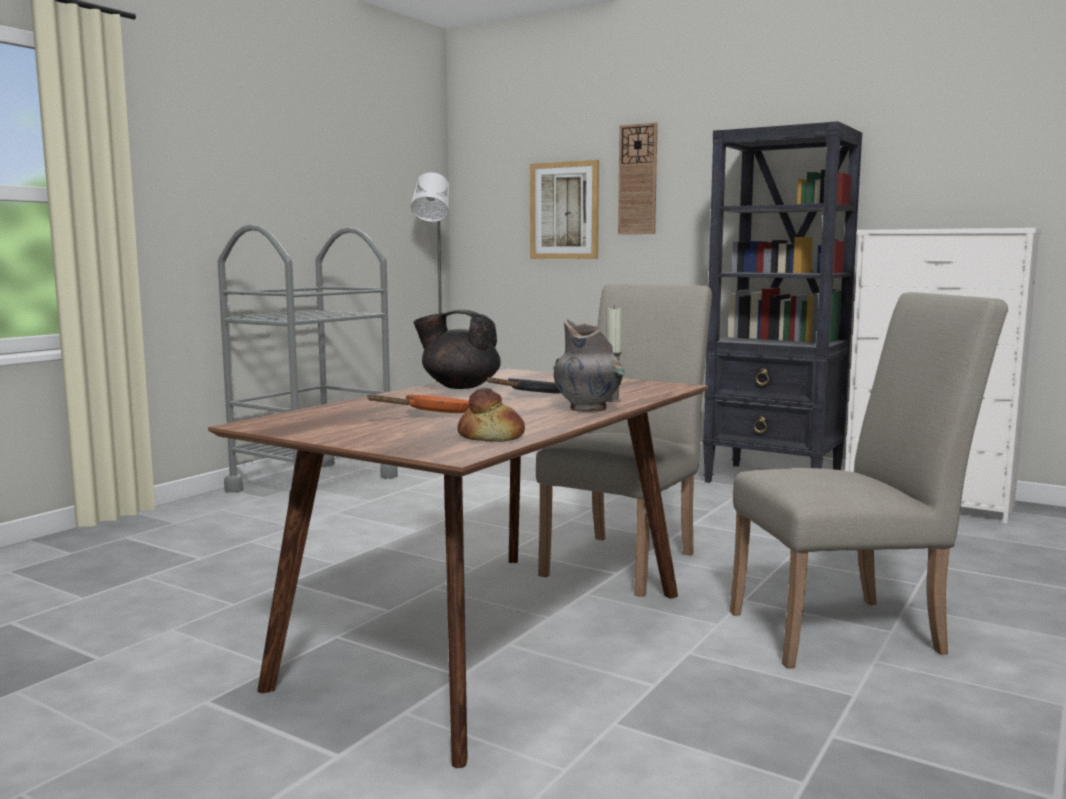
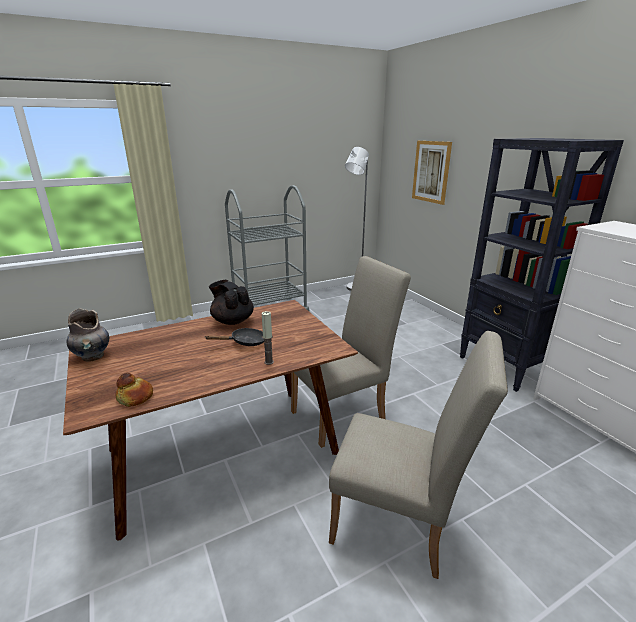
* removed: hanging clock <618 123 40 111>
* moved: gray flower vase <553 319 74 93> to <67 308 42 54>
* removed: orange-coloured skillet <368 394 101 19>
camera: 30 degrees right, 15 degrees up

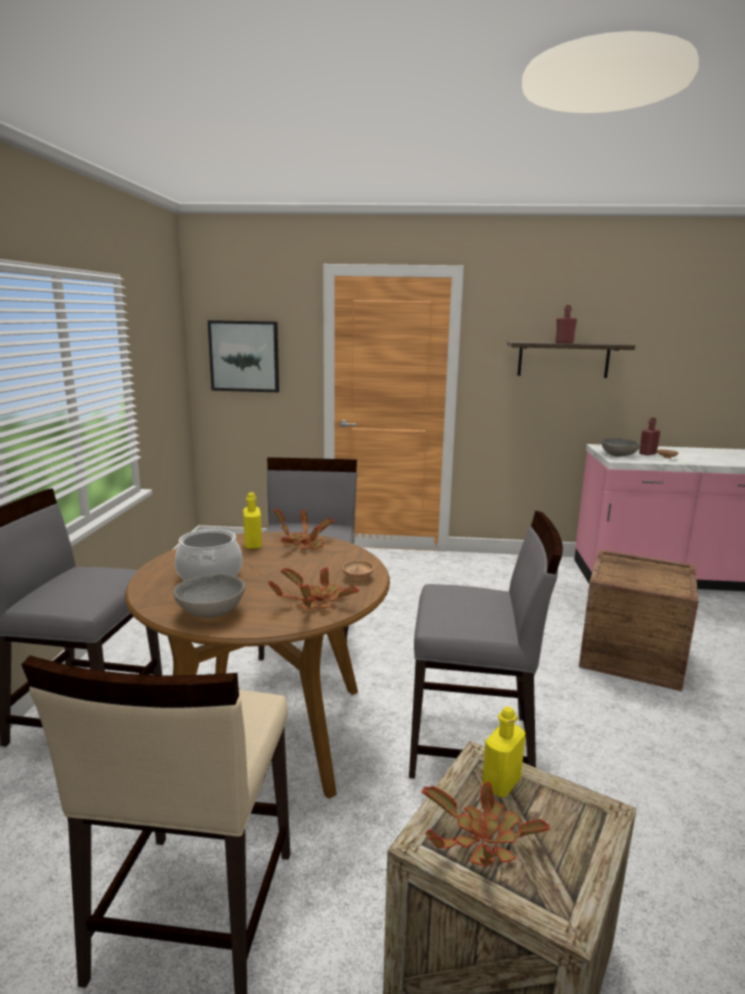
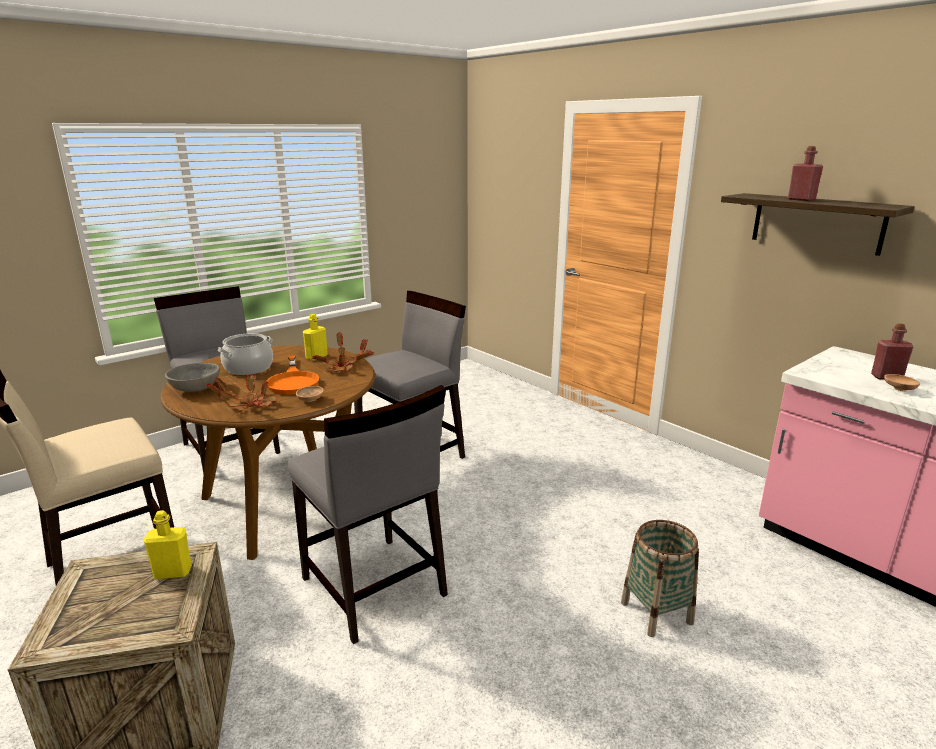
* removed: wall picture <208 320 71 72>
* removed: gray serving bowl <601 438 40 19>
* replaced: shipping crate <579 550 120 141> to basket <621 520 78 117>
* removed: plant in a pot <422 782 128 85>
* added: orange-coloured skillet <266 355 53 40>
camera: 45 degrees right, 5 degrees up

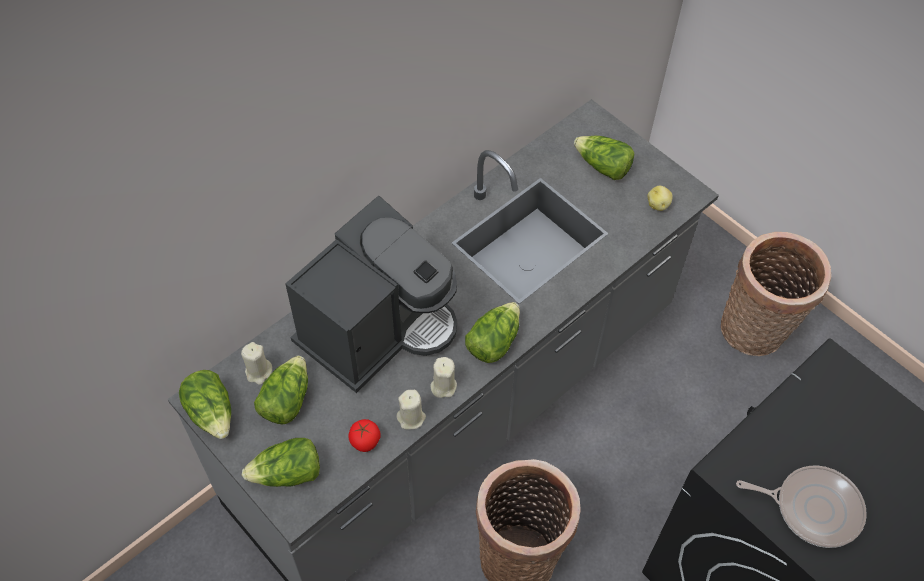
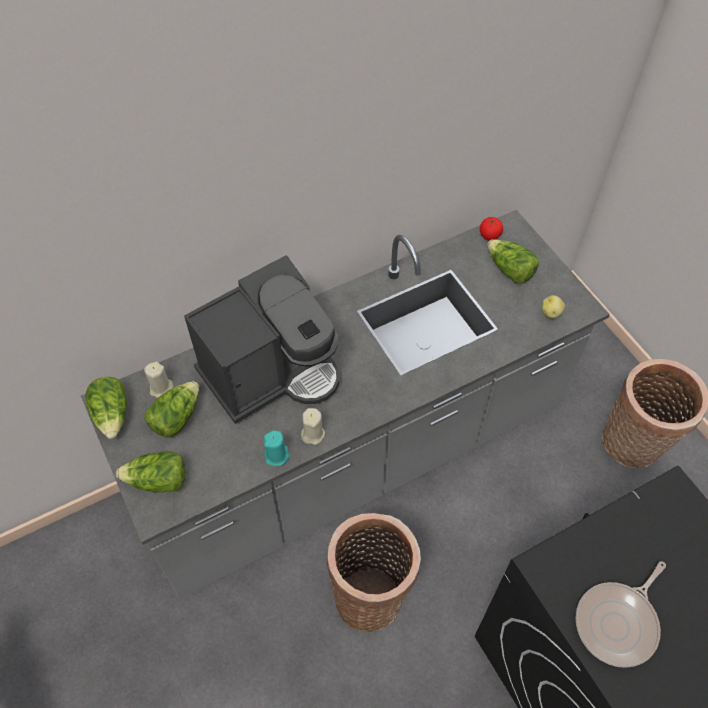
* removed: head of lettuce <465 302 55 61>
* recoloured: beige-coloured wax light <397 389 29 41> to turquoise-coloured wax light <264 430 26 36>
* moved: tomato <348 419 33 33> to <480 217 23 23>
* turned: skillet <736 466 131 82> = <575 561 91 107> 105 degrees clockwise
camera: 15 degrees right, 0 degrees up

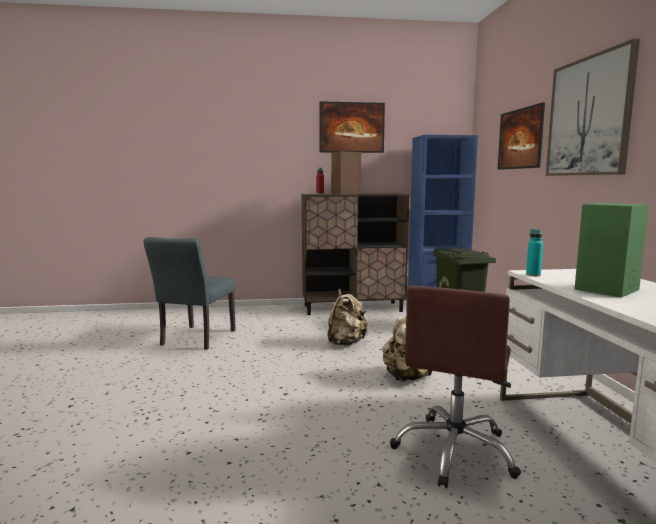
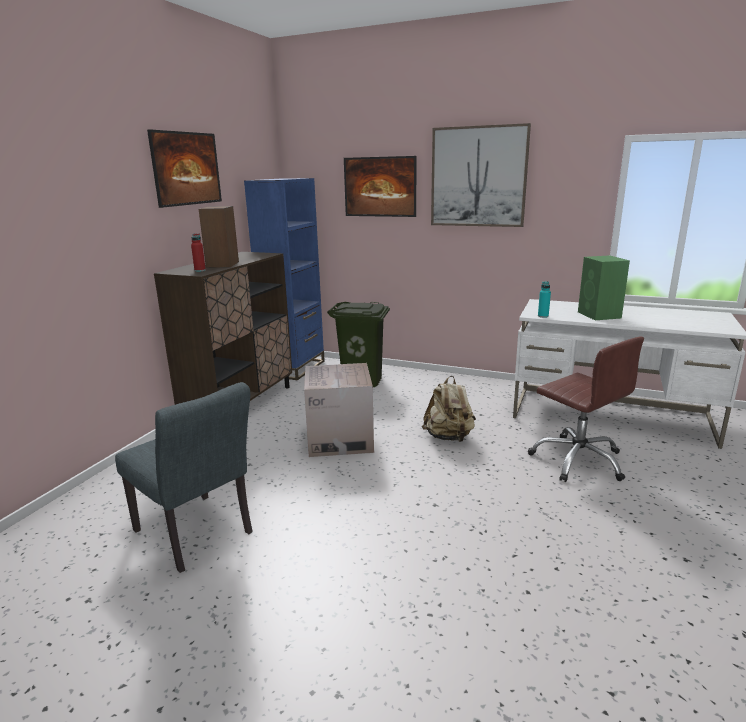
* replaced: beige-coloured knapsack <327 289 41 57> to packing box <304 363 70 94>
camera: 60 degrees left, 10 degrees up

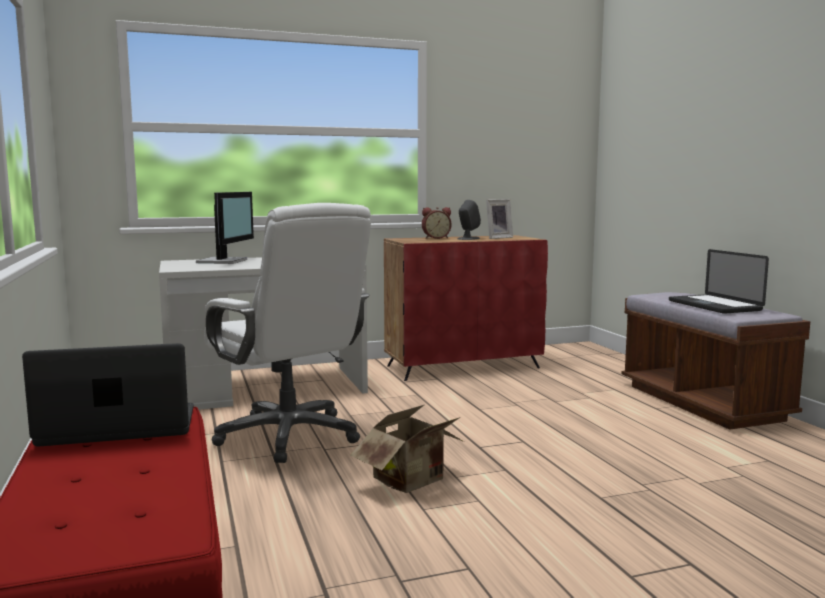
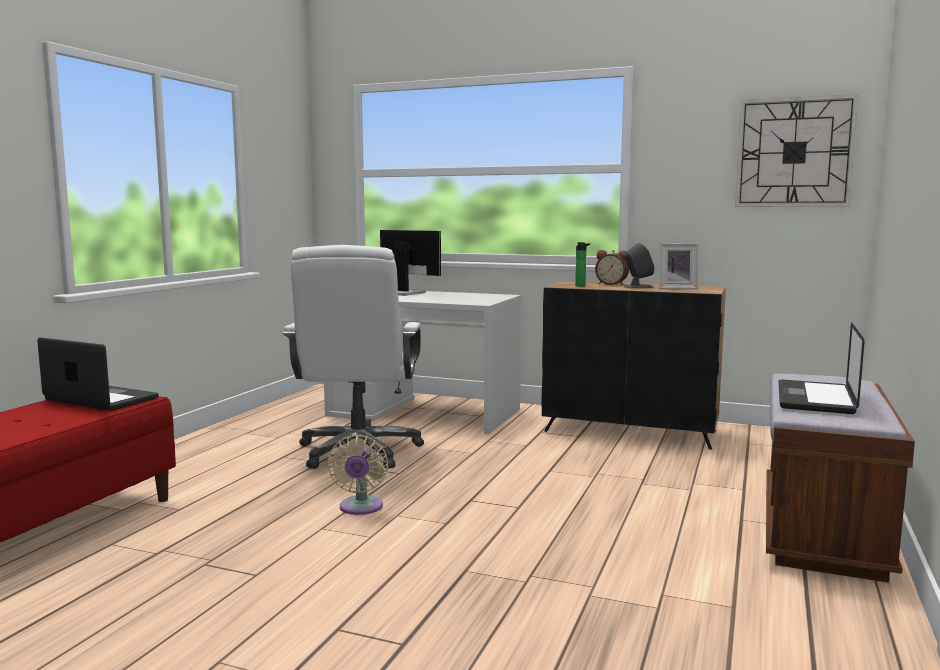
* turned: computer screen <196 192 58 72> = <380 230 61 66> 105 degrees counterclockwise
* recoloured: reddish cupboard <384 235 164 146> to black cupboard <542 281 184 168>
* replaced: packing box <350 405 114 88> to beige-coloured fan <327 435 61 80>
* added: hanging clock <735 94 124 113>
* added: beverage bottle <575 242 15 45>
camera: 40 degrees right, 0 degrees up

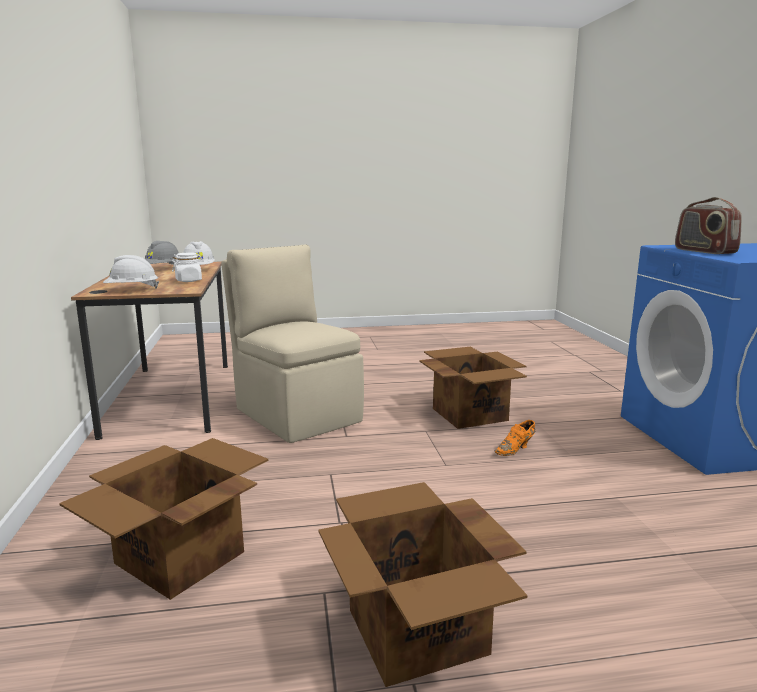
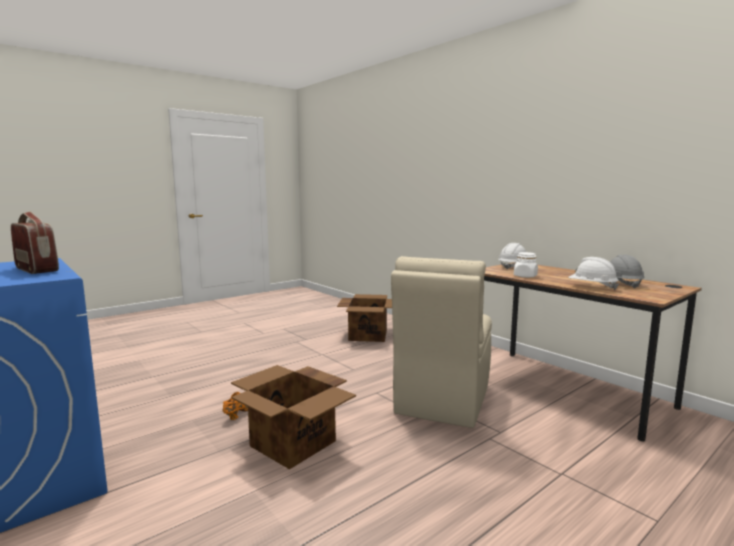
* turned: beige-coloured plain chair <221 245 143 198> = <391 256 101 172> 90 degrees clockwise
* removed: packing box <318 482 209 205>
camera: 150 degrees right, 5 degrees down

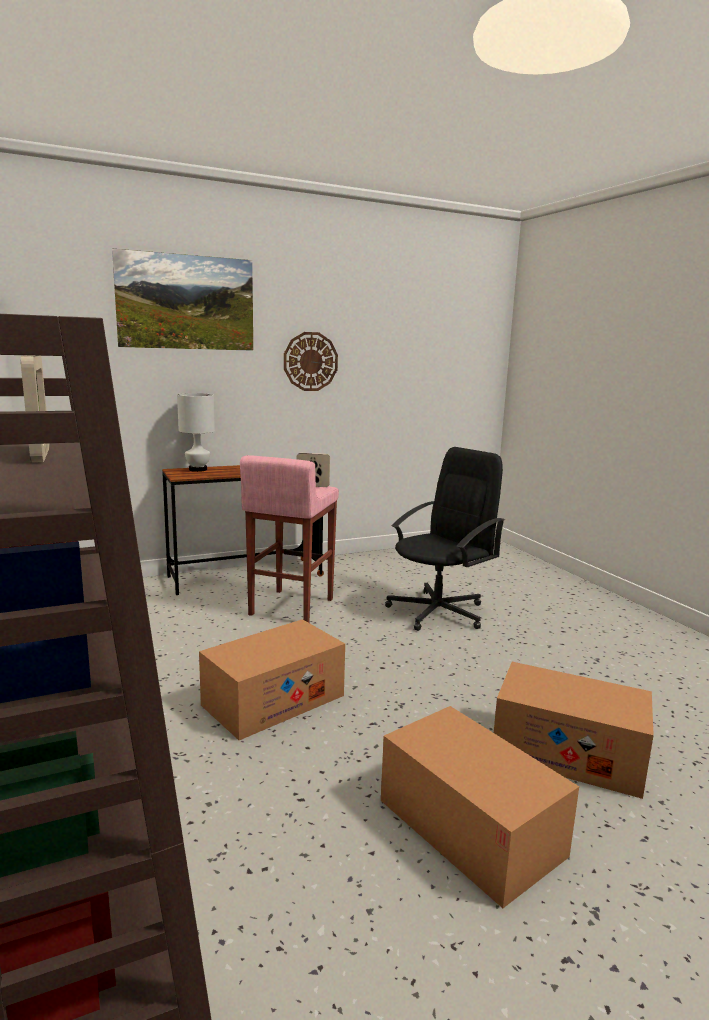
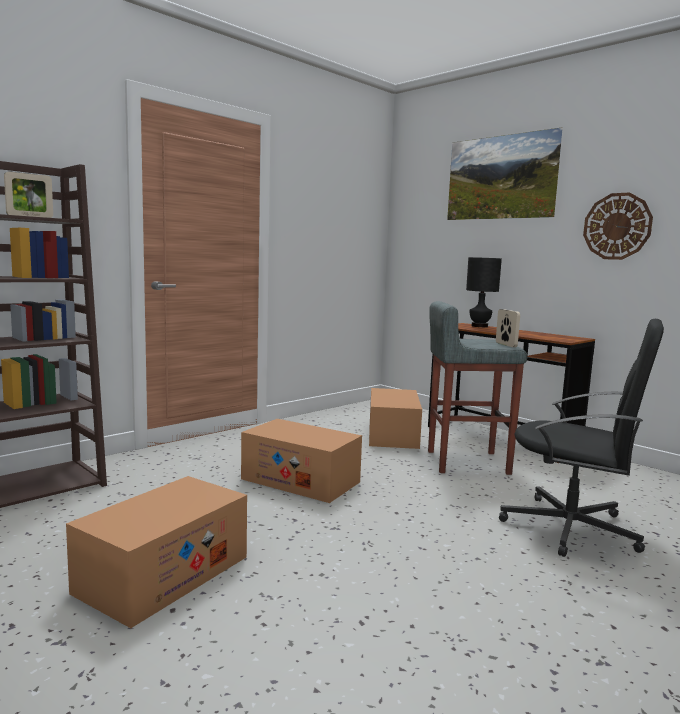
* recoloured: white-coloured lamp for a table <177 393 38 79> to black lamp for a table <466 257 36 70>
* recoloured: pink sitting stool <240 455 99 168> to gray sitting stool <428 301 99 174>
* moved: packing box <494 662 160 137> to <369 388 53 61>
camera: 70 degrees right, 5 degrees down

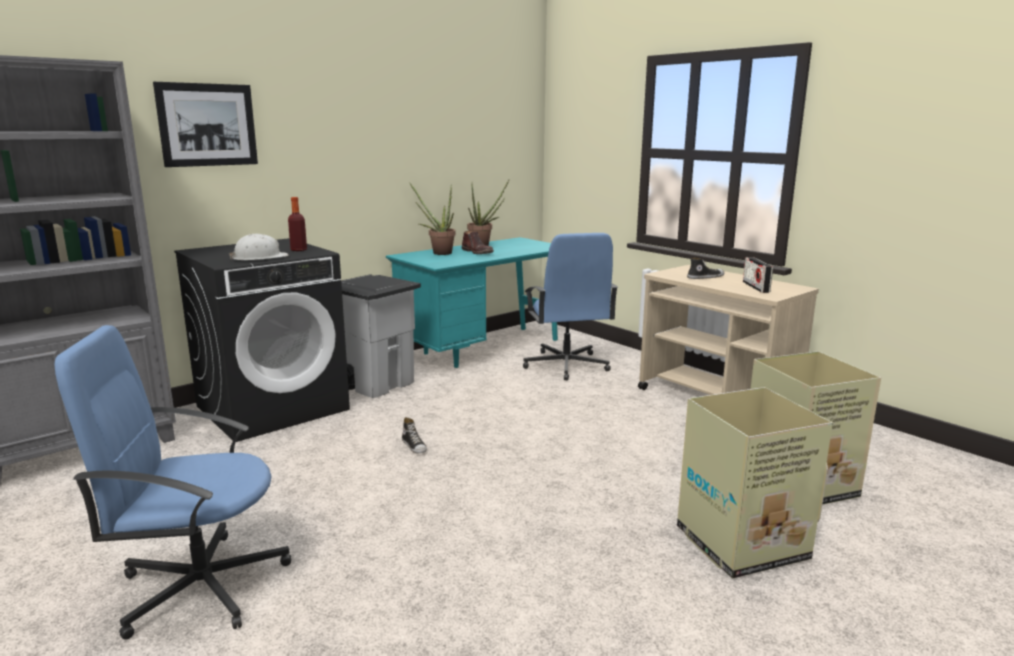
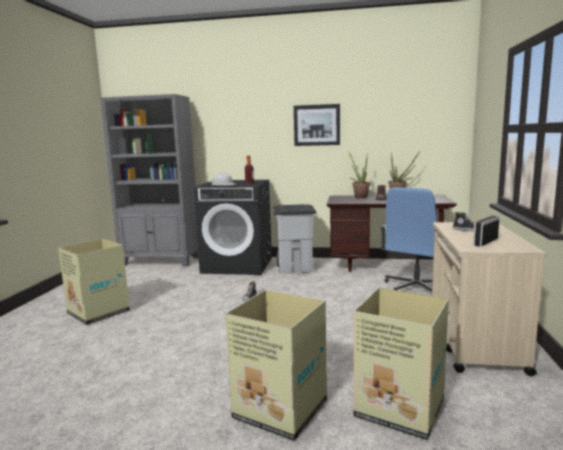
* moved: wall picture <153 82 105 85> to <294 104 46 42>
* recoloured: turquoise-coloured desk table <386 237 172 131> to brownish desk table <327 195 130 77>
* replaced: blue desk chair <54 325 237 315> to packing box <58 239 72 86>
camera: 50 degrees right, 5 degrees down

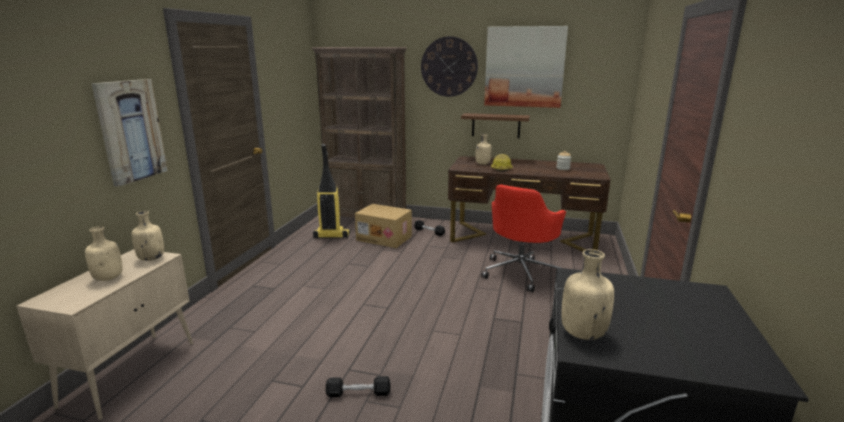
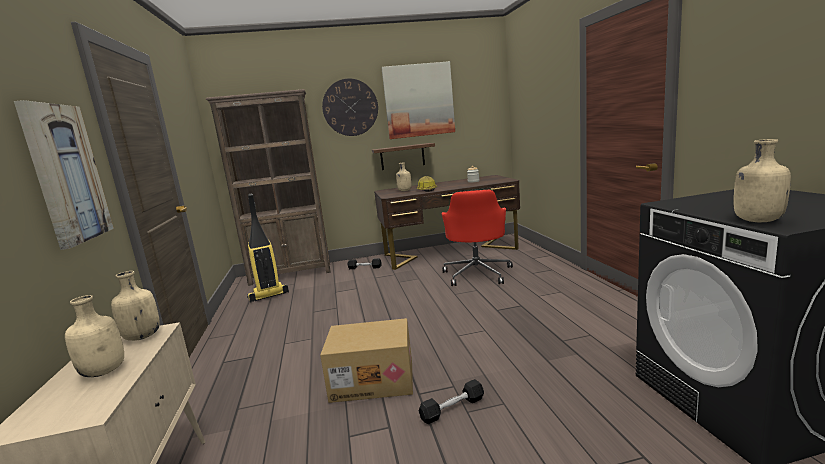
* moved: packing box <355 204 57 44> to <320 318 93 85>
camera: 25 degrees left, 5 degrees down

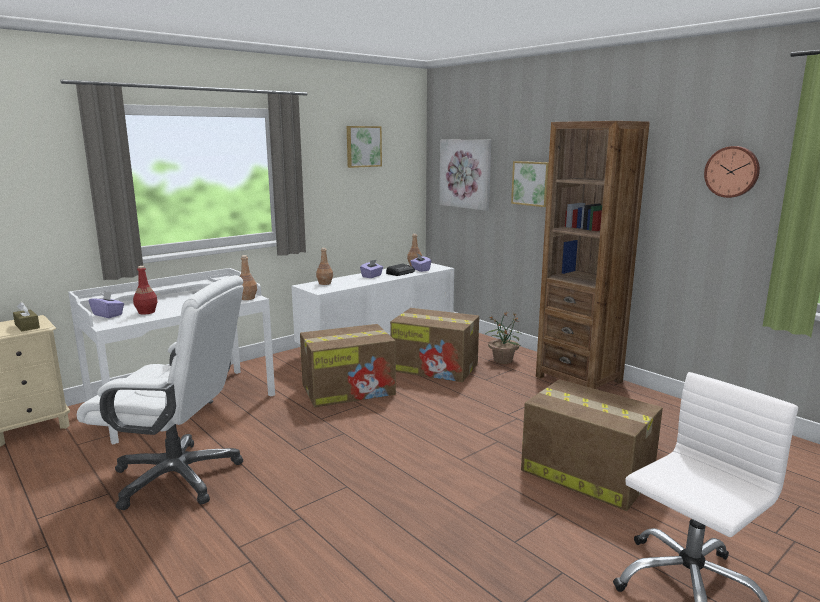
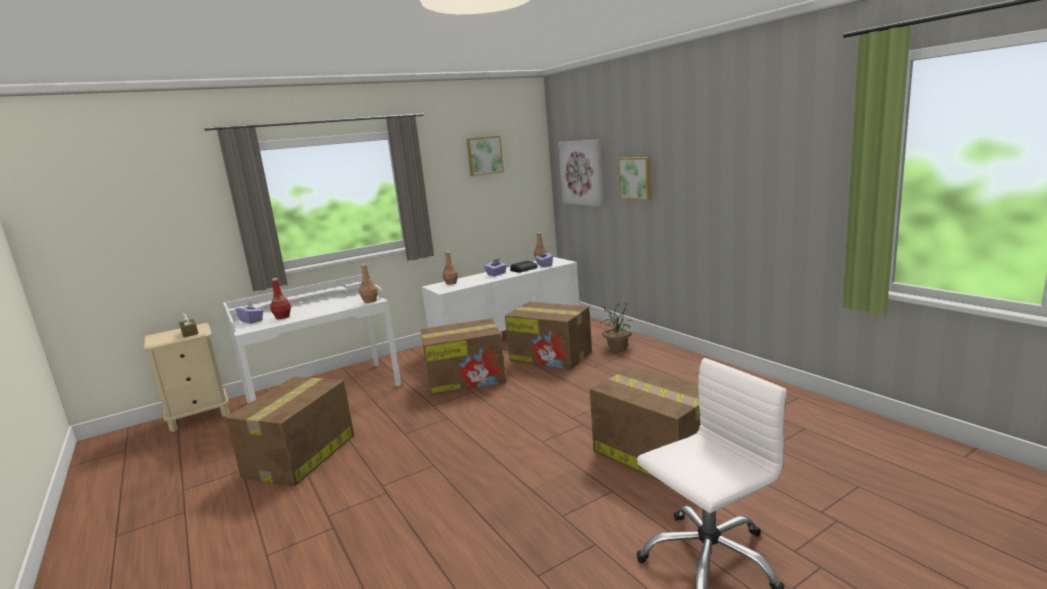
* removed: brownish bookcase <536 121 114 268>
* removed: hanging clock <704 146 56 52>
* replaced: white-coloured desk chair <77 275 166 235> to packing box <226 377 128 109>
camera: 10 degrees right, 0 degrees up

